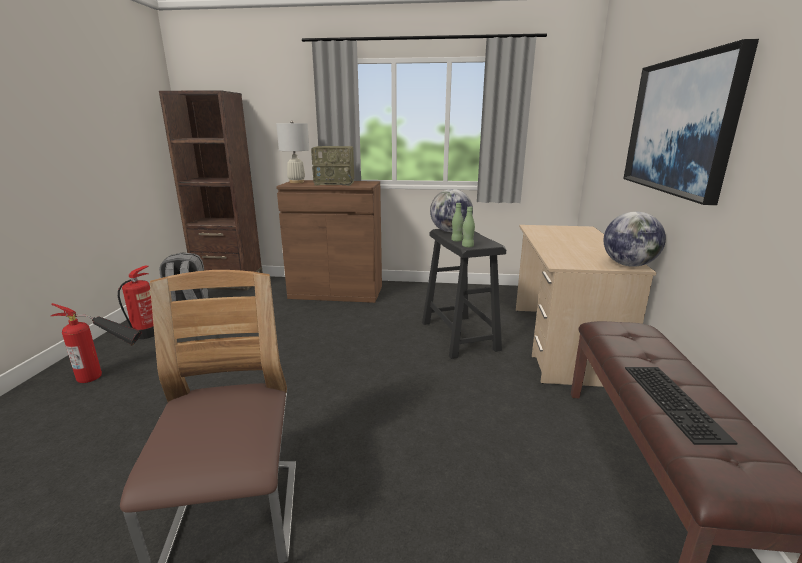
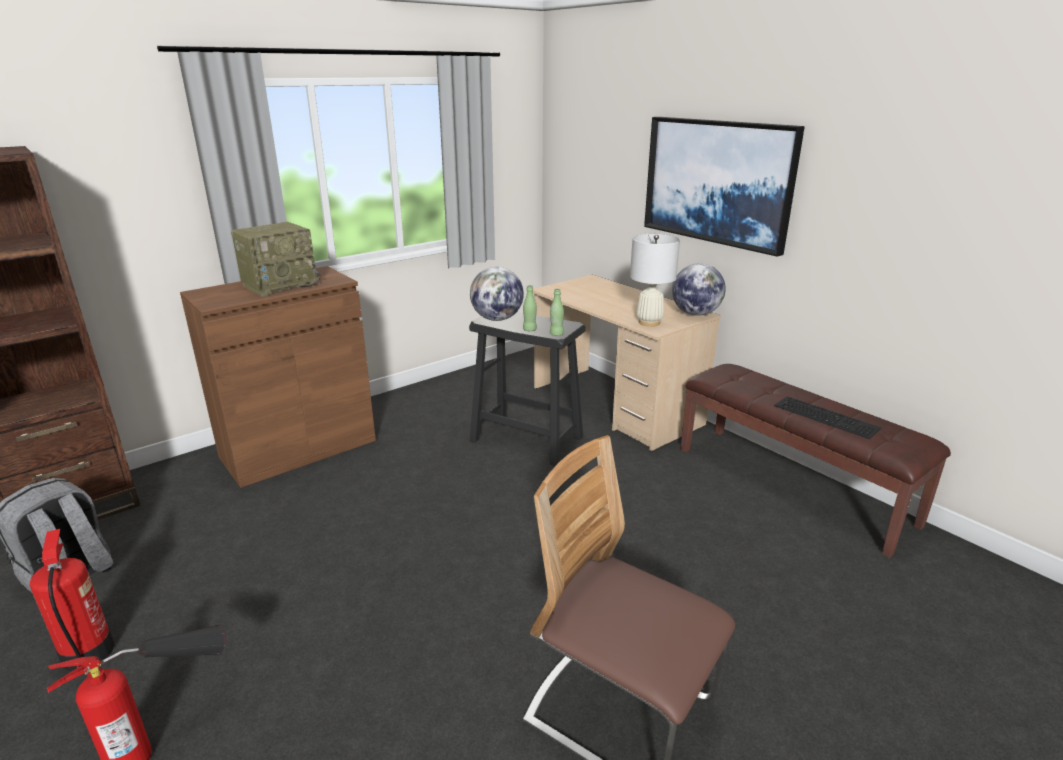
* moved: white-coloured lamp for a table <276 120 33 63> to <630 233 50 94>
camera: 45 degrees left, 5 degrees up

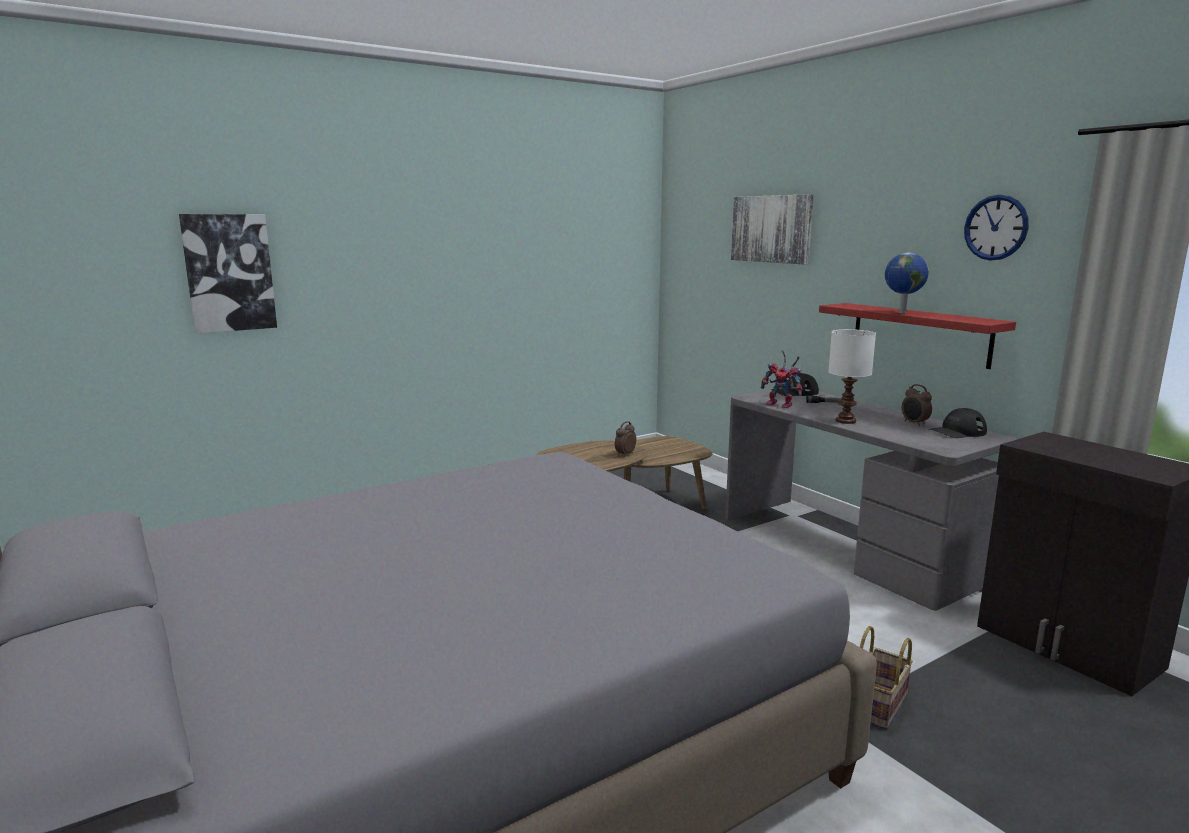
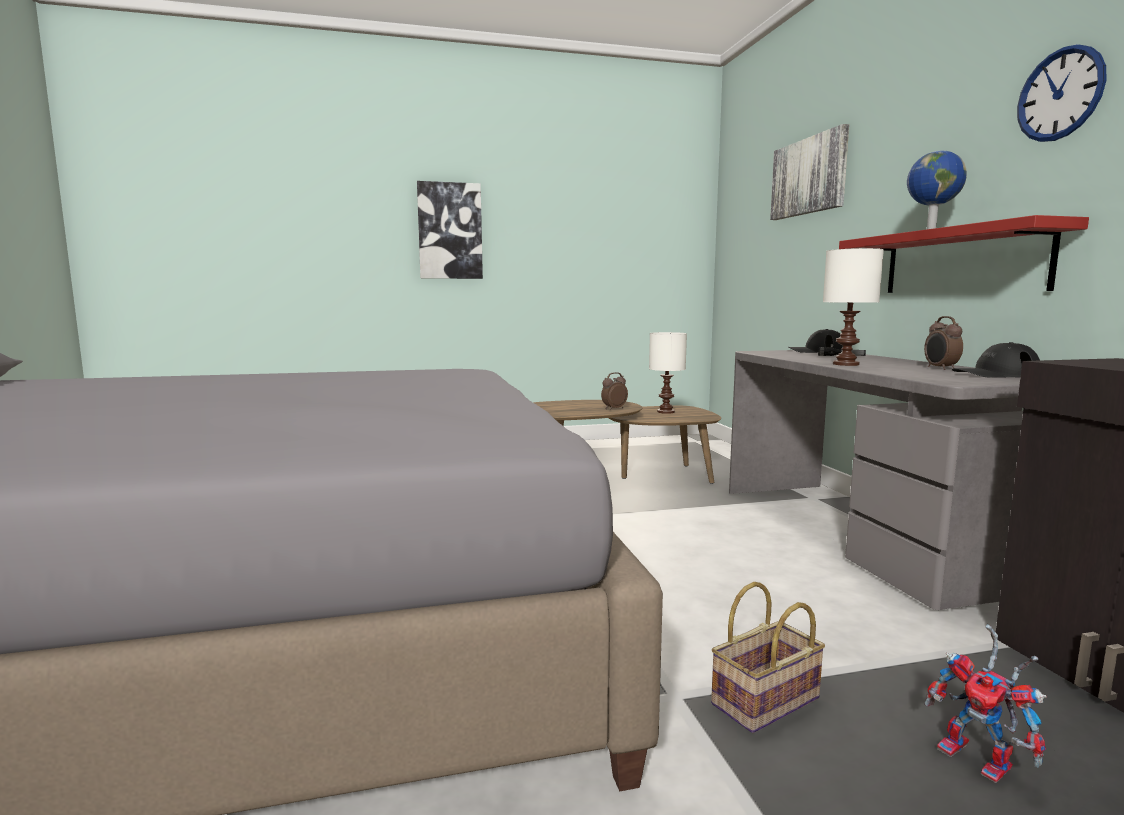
* moved: wall picture <179 214 98 120> to <417 181 66 98>
* moved: toy robot <761 350 42 58> to <924 624 123 159>
* added: white-coloured lamp for a table <649 332 38 82>
camera: 20 degrees right, 5 degrees down

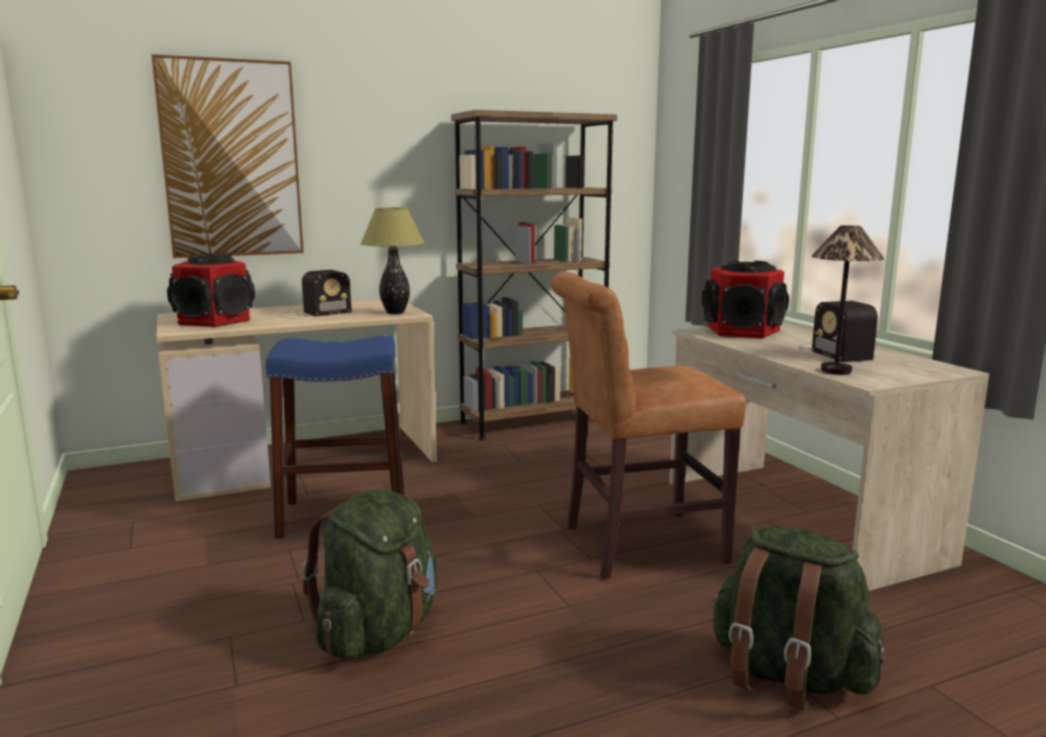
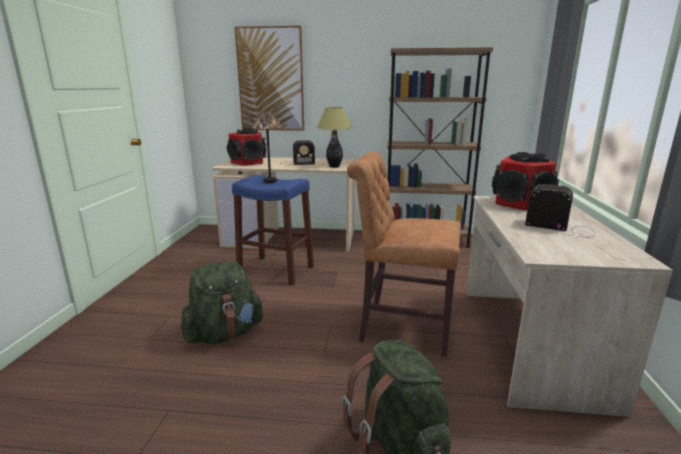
* moved: lamp for a table <811 225 73 150> to <251 112 32 71>
* turned: radio <797 301 81 61> = <525 184 70 55> 105 degrees clockwise
camera: 30 degrees right, 5 degrees up

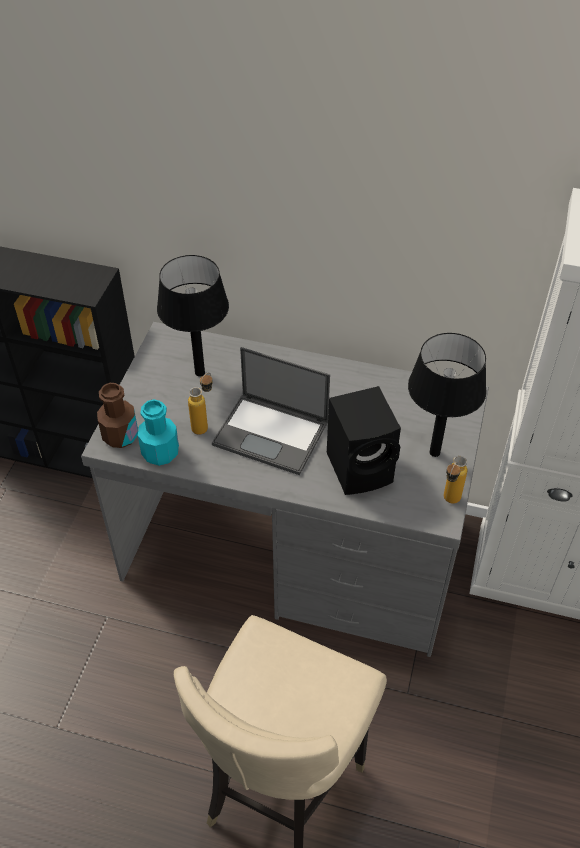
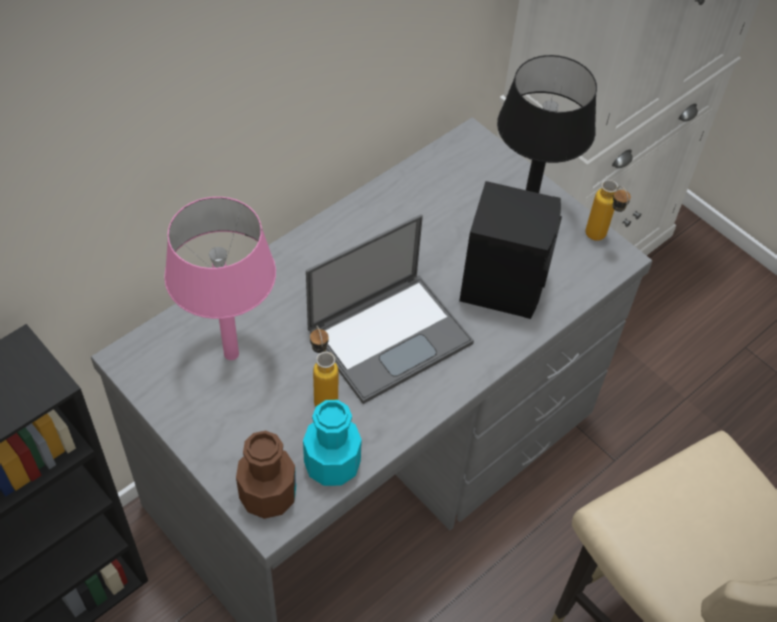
* recoloured: black lamp for a table <157 255 72 122> to pink lamp for a table <164 197 112 163>
camera: 60 degrees left, 5 degrees up

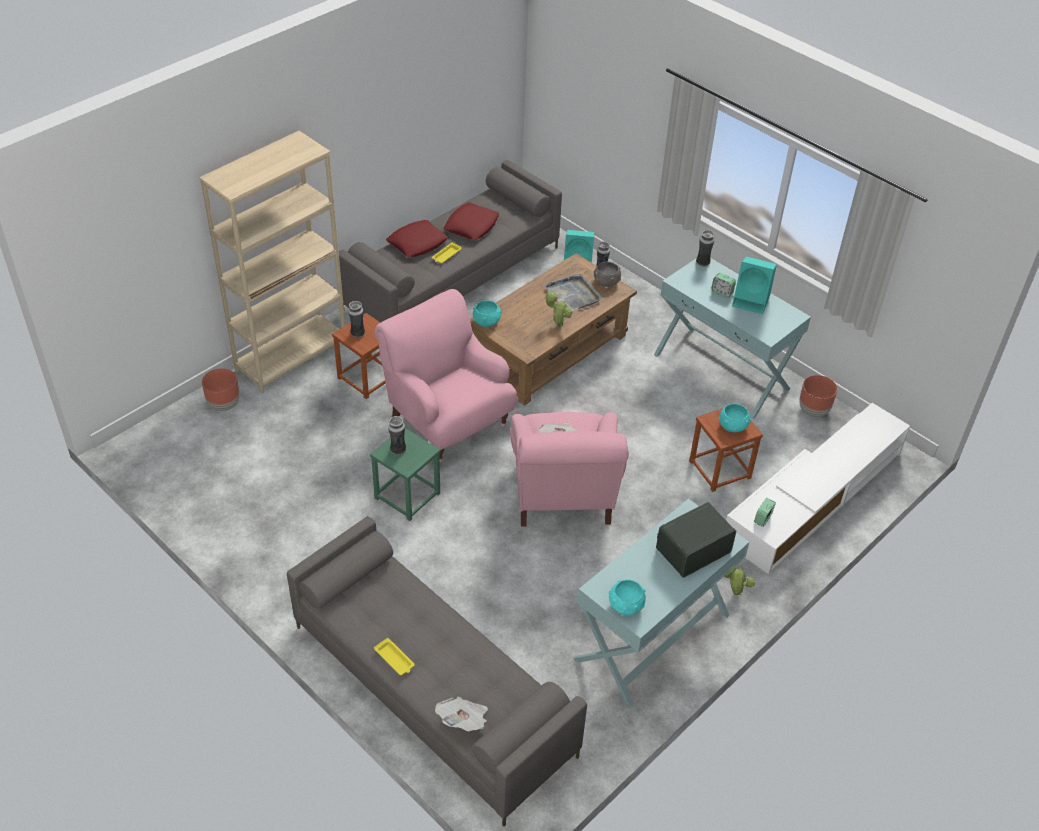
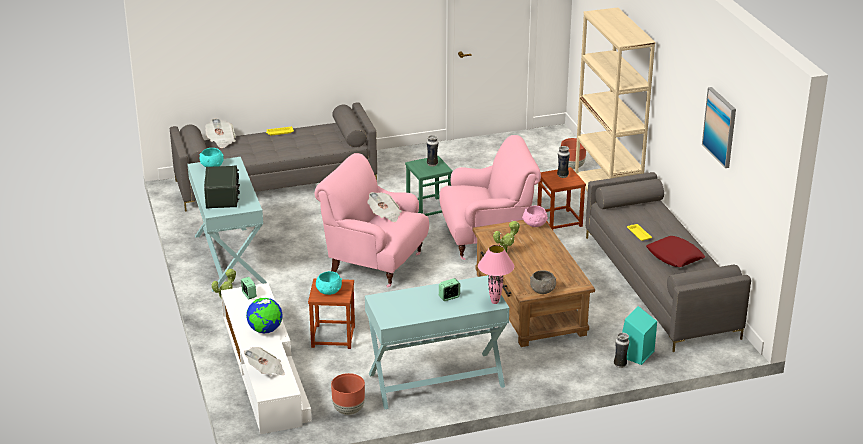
* removed: reddish pillow <386 220 63 37>
* replaced: flower vase <696 230 19 37> to pink lamp for a table <478 245 36 59>
* removed: turquoise-coloured audio speaker <732 257 45 57>
* removed: gray tray <544 274 57 37>
* recoloured: turquoise-coloured serving bowl <473 300 28 27> to pink serving bowl <522 206 26 21>
* added: wall picture <702 87 34 81>
* added: world globe <246 298 37 35>
* added: daily paper <244 347 41 28>
camera: 120 degrees right, 15 degrees down

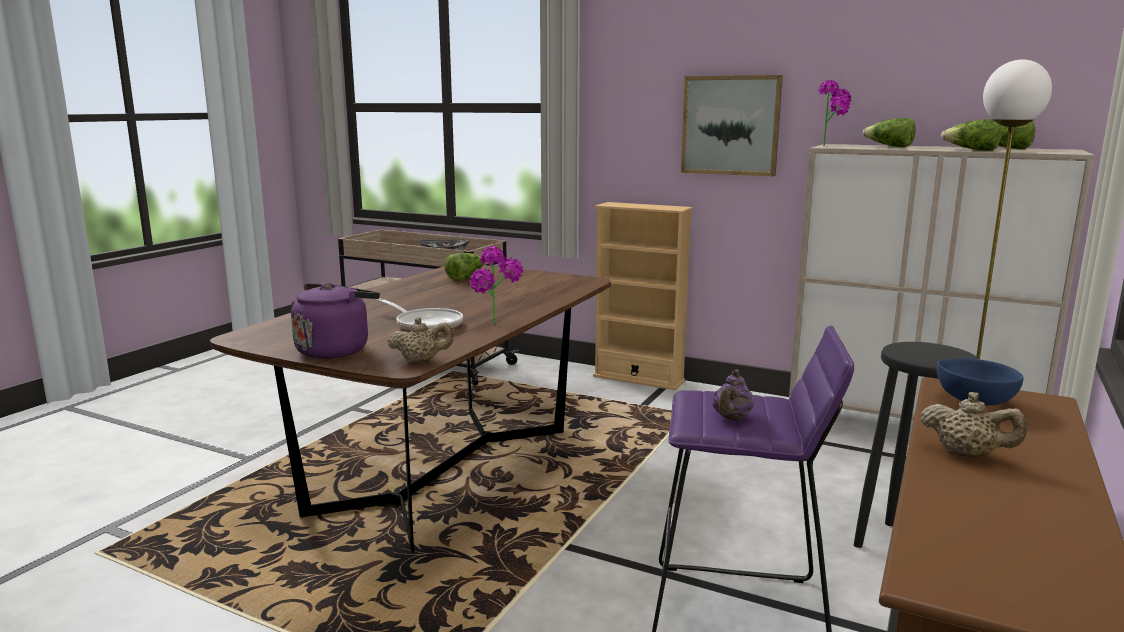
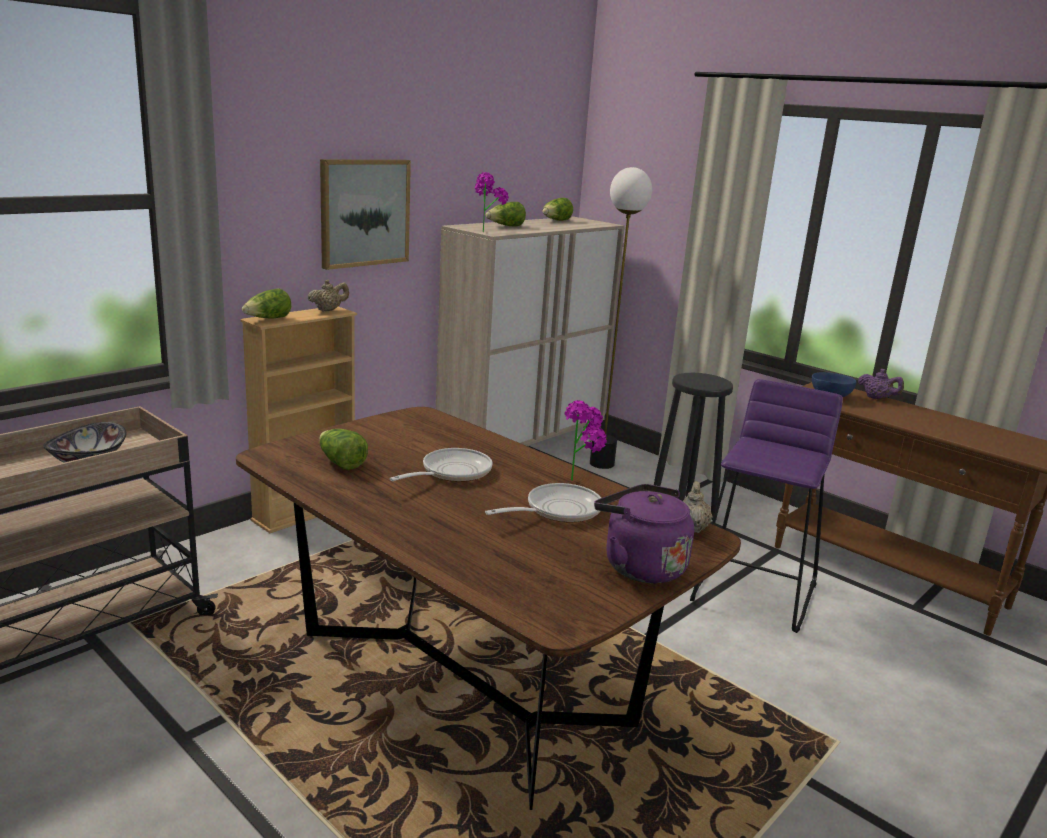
* moved: head of lettuce <941 119 61 32> to <242 288 49 30>
* moved: purple pot for tea <712 369 42 51> to <858 369 46 31>
* moved: beige-coloured pot for tea <921 392 106 66> to <308 280 41 32>
* added: skillet <389 448 104 34>
camera: 75 degrees left, 5 degrees up

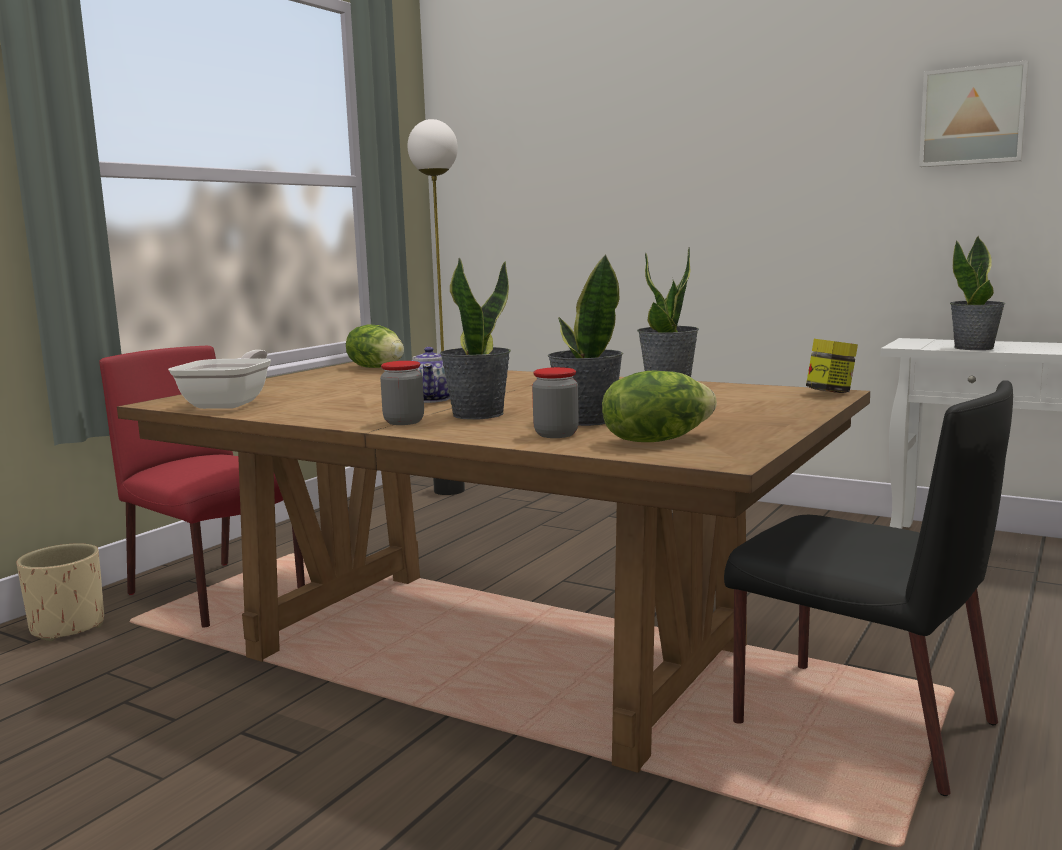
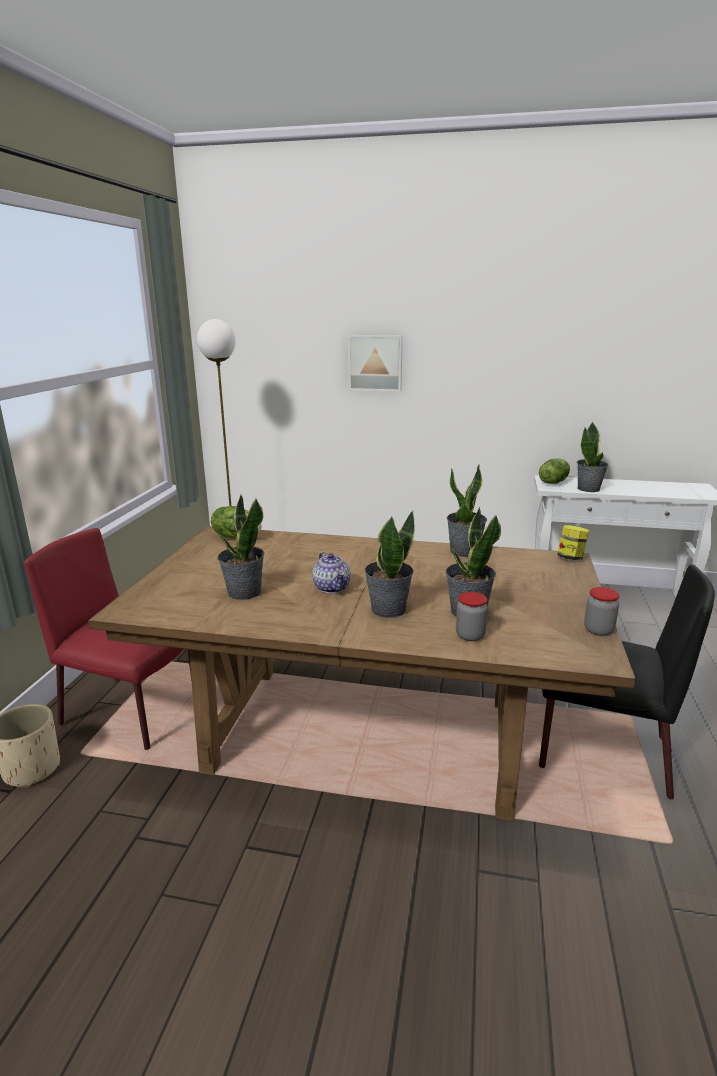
* moved: wall picture <919 60 110 107> to <348 335 55 57>
* removed: skillet <168 350 103 59>
* moved: jar <380 361 44 64> to <584 587 35 49>
* moved: head of lettuce <602 371 115 71> to <539 458 31 26>
* added: plant in a pot <217 495 47 105>
camera: 20 degrees left, 10 degrees up

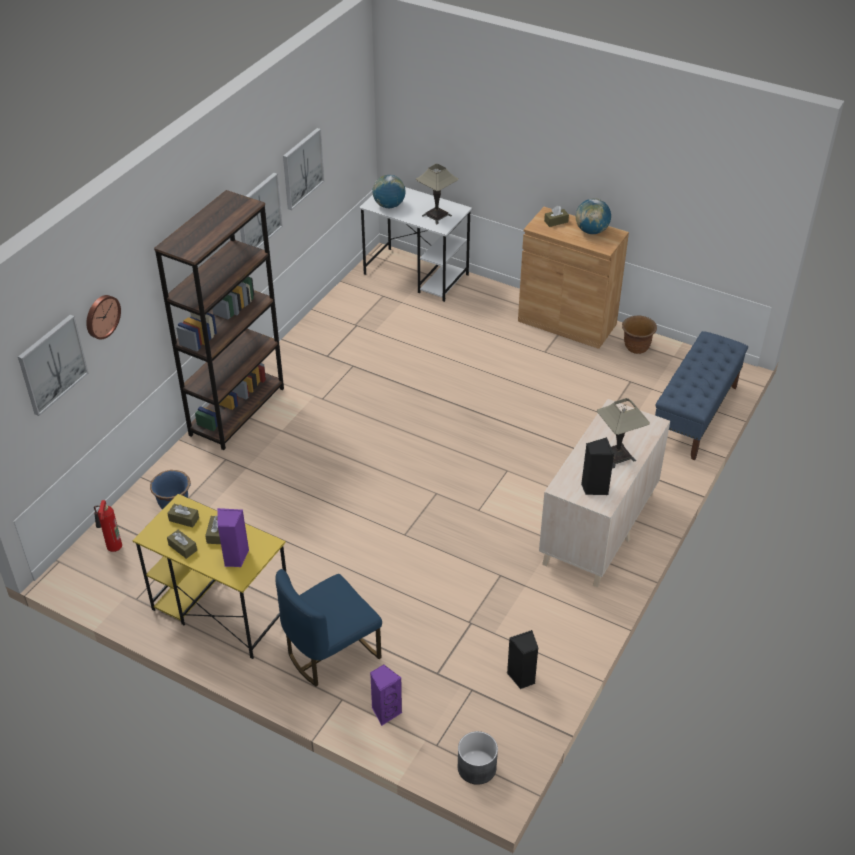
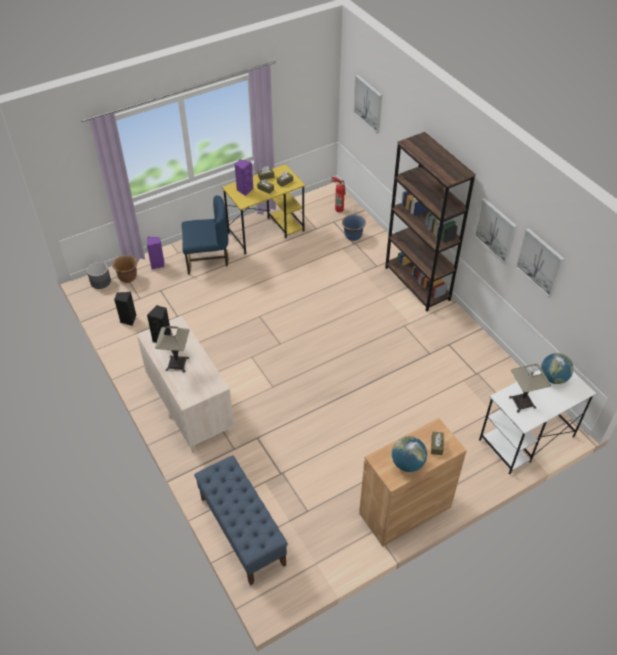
* removed: hanging clock <86 295 35 45>
* moved: brownish plant pot <622 316 35 38> to <112 255 25 28>
* turned: blue plain chair <275 569 107 118> = <181 195 48 80> 90 degrees clockwise
camera: 120 degrees right, 5 degrees up

